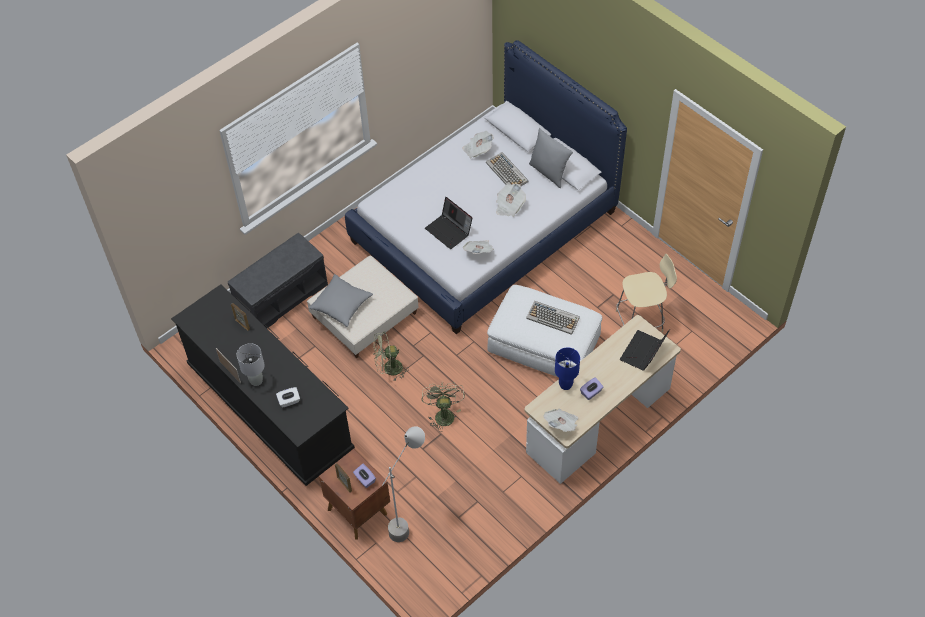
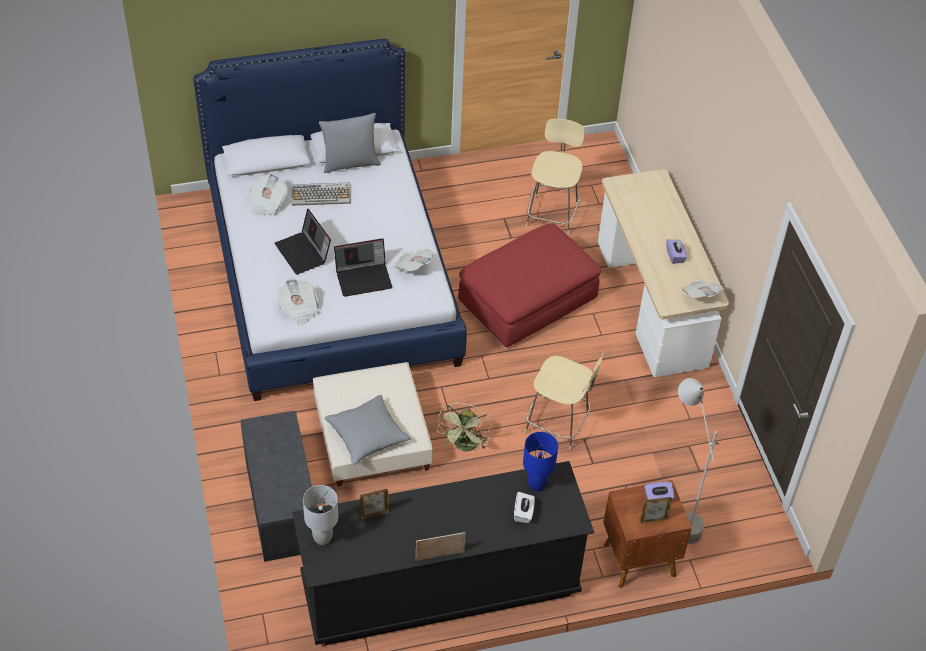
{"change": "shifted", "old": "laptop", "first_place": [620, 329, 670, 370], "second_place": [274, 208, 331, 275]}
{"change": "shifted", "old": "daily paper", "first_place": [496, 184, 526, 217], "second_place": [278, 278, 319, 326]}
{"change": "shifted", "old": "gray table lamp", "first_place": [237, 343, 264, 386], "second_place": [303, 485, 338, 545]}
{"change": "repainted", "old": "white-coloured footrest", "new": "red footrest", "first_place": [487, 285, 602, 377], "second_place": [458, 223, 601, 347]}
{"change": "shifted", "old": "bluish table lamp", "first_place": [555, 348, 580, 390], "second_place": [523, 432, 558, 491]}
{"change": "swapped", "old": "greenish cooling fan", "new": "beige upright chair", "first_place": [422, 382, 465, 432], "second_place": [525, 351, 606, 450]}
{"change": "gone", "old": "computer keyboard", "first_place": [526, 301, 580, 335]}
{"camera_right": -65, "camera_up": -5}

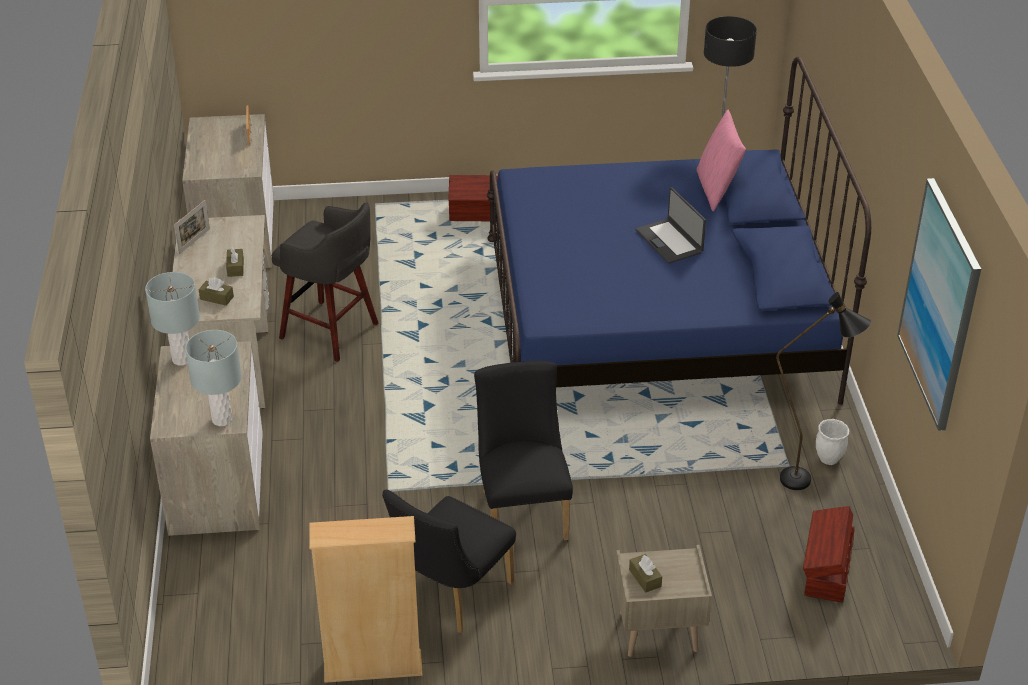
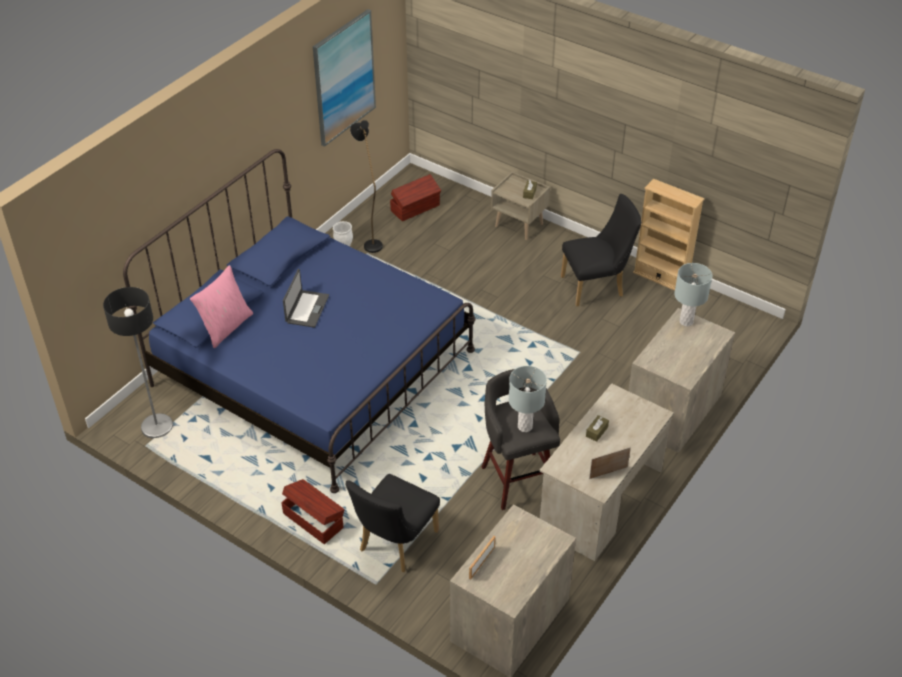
{"change": "shifted", "old": "black-coloured upright chair", "first_place": [474, 361, 573, 540], "second_place": [345, 474, 440, 572]}
{"change": "shifted", "old": "gray table lamp", "first_place": [145, 272, 200, 366], "second_place": [509, 366, 547, 432]}
{"change": "gone", "old": "brown box of tissues", "first_place": [199, 277, 234, 306]}
{"camera_right": -140, "camera_up": 5}

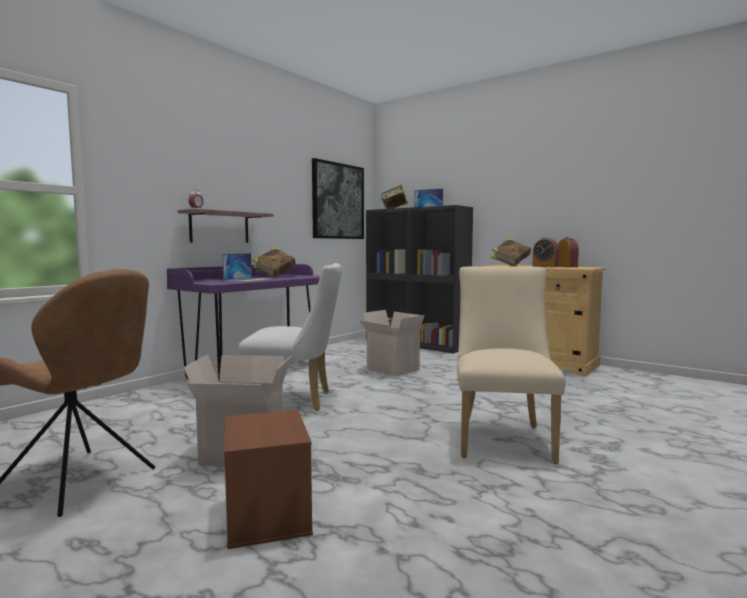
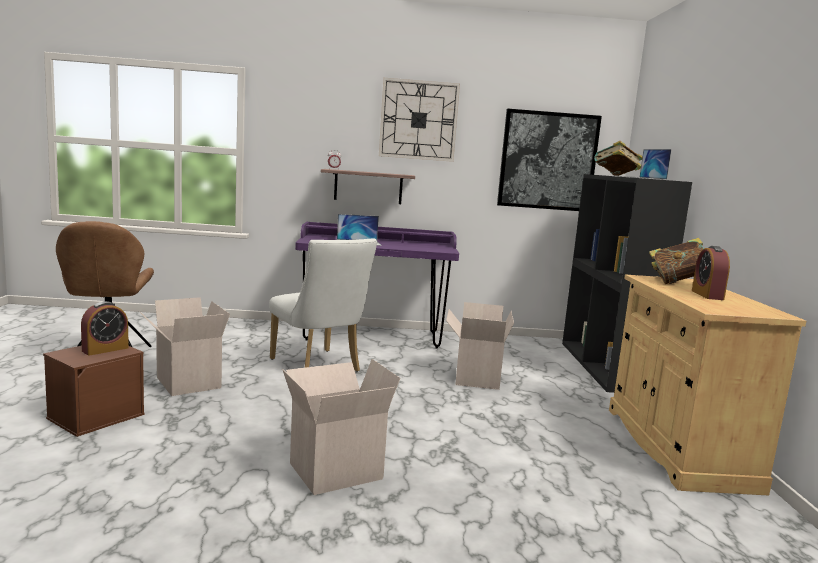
{"change": "shifted", "old": "table clock", "first_place": [558, 237, 579, 267], "second_place": [81, 301, 129, 356]}
{"change": "swapped", "old": "beige upright chair", "new": "cardboard box", "first_place": [457, 266, 566, 464], "second_place": [282, 359, 400, 495]}
{"change": "new", "new": "clock on the wall", "second_place": [379, 78, 460, 162]}
{"change": "gone", "old": "book", "first_place": [252, 247, 296, 278]}
{"camera_right": 50, "camera_up": 5}

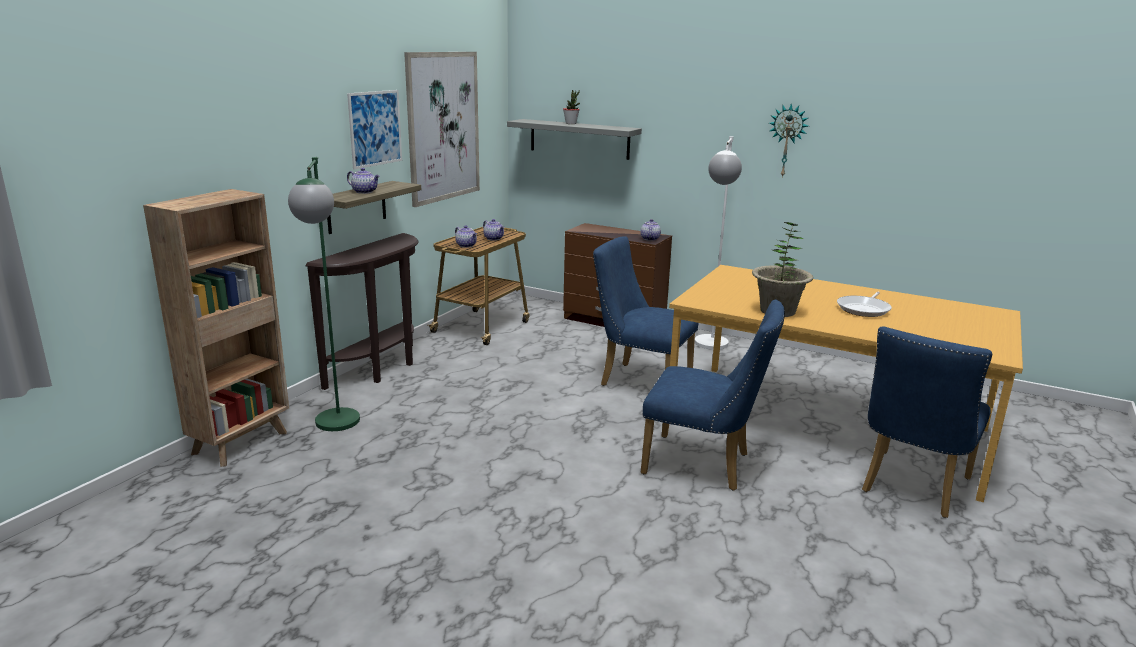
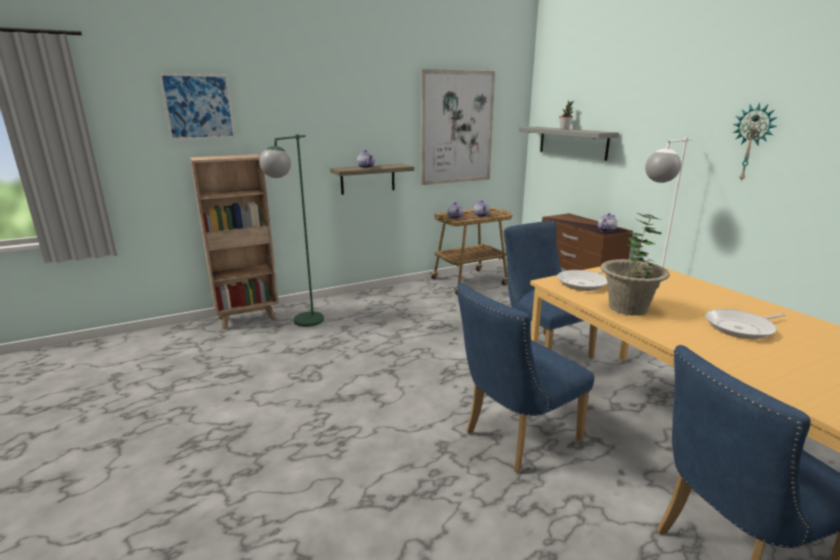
{"change": "shifted", "old": "picture", "first_place": [347, 90, 402, 170], "second_place": [159, 73, 236, 140]}
{"change": "rotated", "old": "bluish upright chair", "first_place": [641, 300, 785, 491], "second_place": [456, 283, 594, 473], "degrees": 90}
{"change": "new", "new": "pan", "second_place": [557, 270, 608, 291]}
{"change": "gone", "old": "brown console table", "first_place": [305, 233, 418, 390]}
{"camera_right": 35, "camera_up": 0}

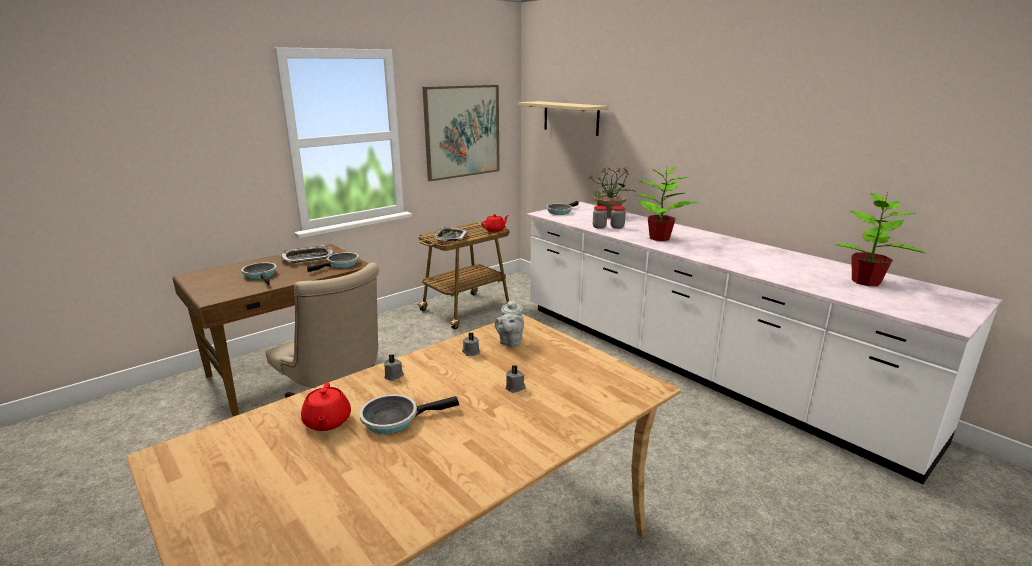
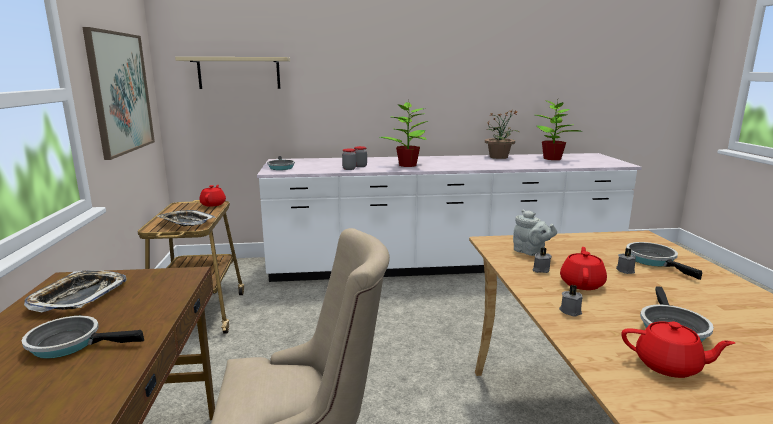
{"change": "shifted", "old": "houseplant", "first_place": [589, 167, 634, 218], "second_place": [485, 110, 520, 159]}
{"change": "new", "new": "red pot for tea", "second_place": [560, 247, 607, 290]}
{"change": "shifted", "old": "pan", "first_place": [307, 252, 359, 272], "second_place": [626, 242, 702, 280]}
{"camera_right": -55, "camera_up": -5}

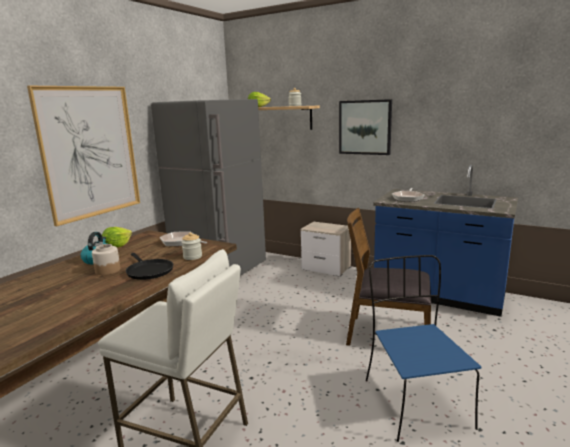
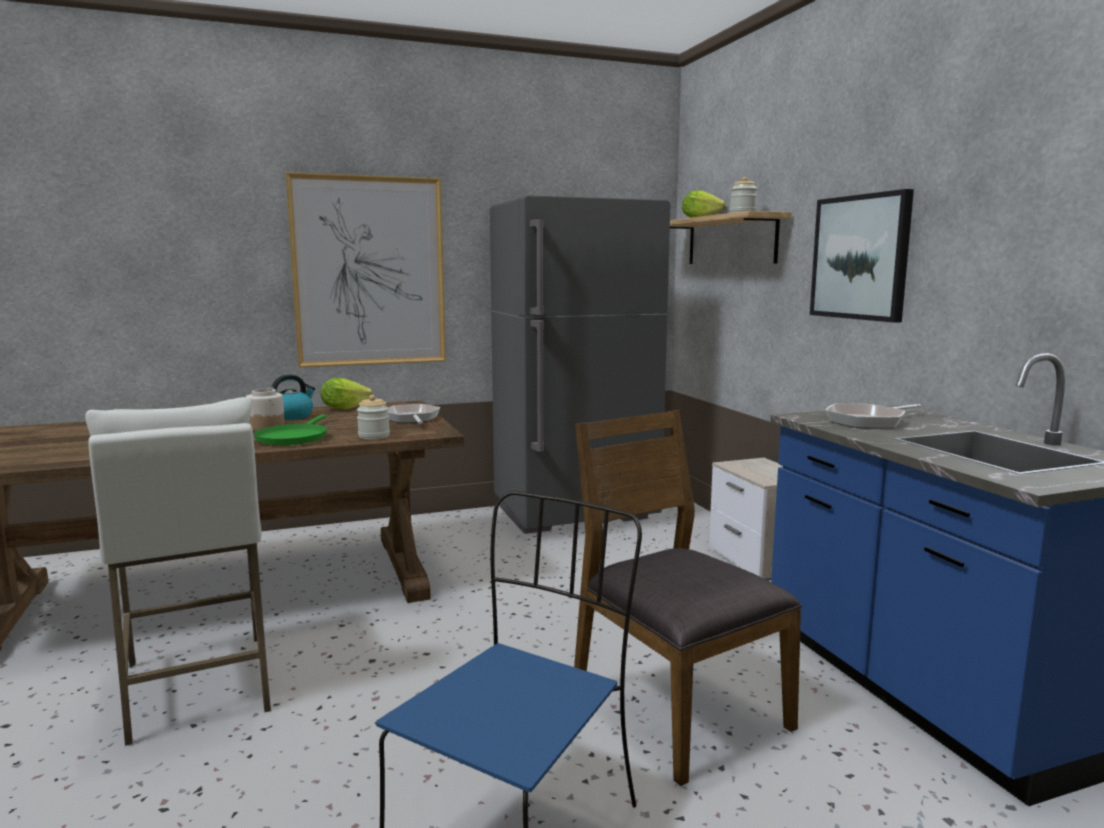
{"change": "repainted", "old": "black-coloured pan", "new": "greenish pan", "first_place": [126, 253, 173, 280], "second_place": [253, 415, 327, 445]}
{"camera_right": 40, "camera_up": -5}

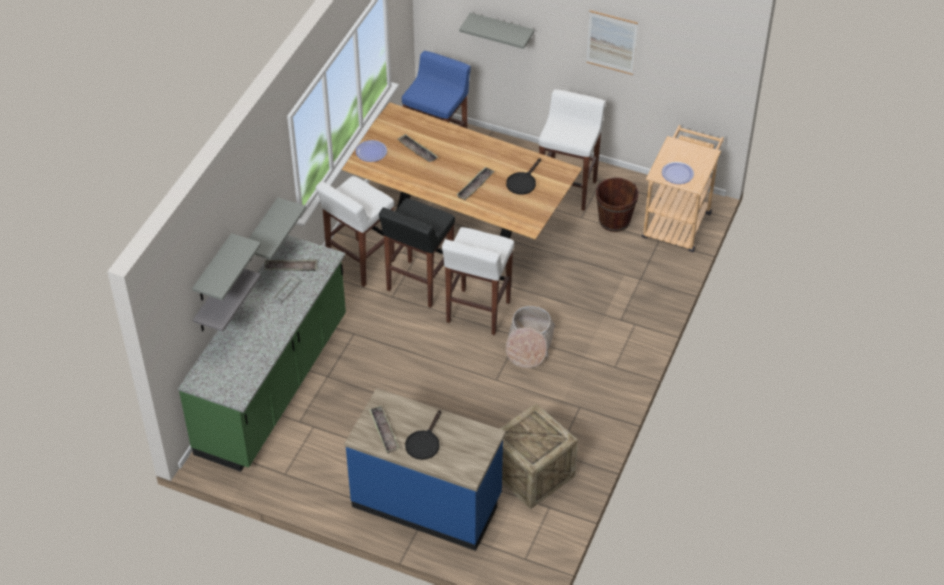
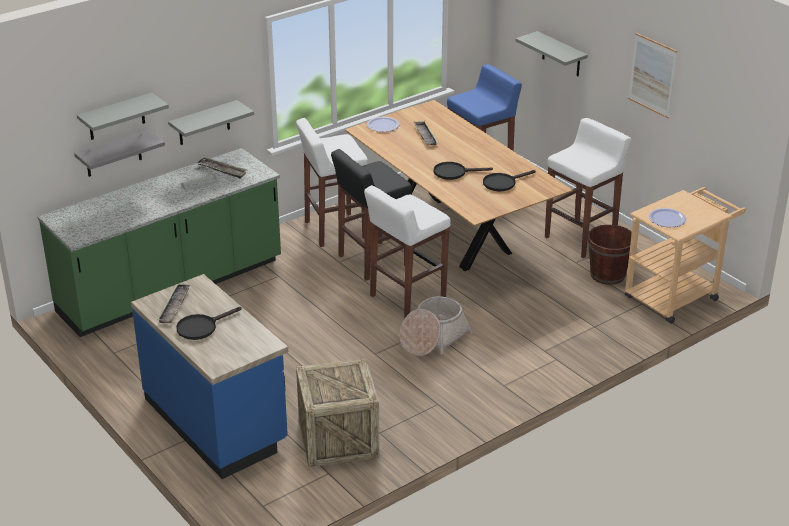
{"change": "swapped", "old": "serving tray", "new": "black-coloured pan", "first_place": [457, 167, 494, 200], "second_place": [434, 162, 493, 180]}
{"camera_right": 30, "camera_up": -15}

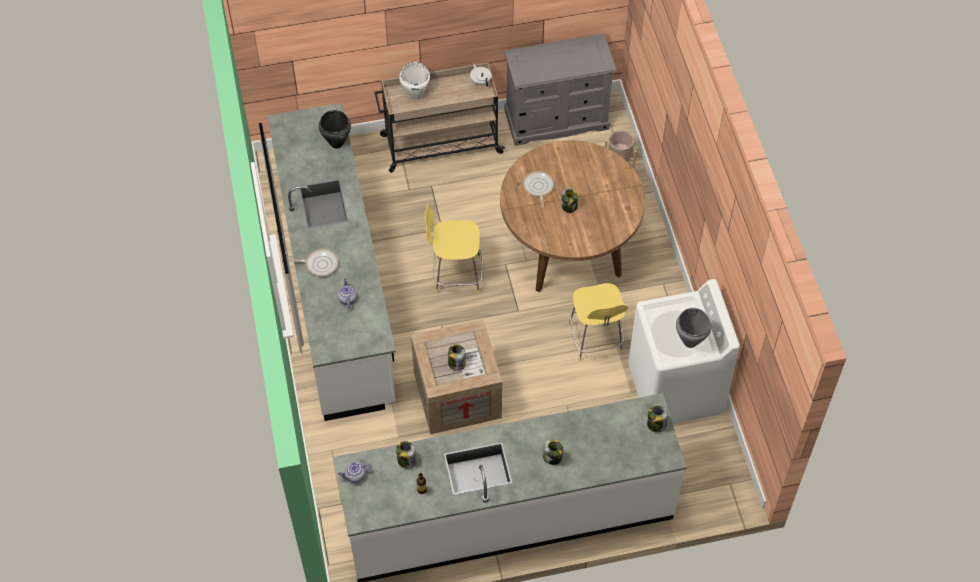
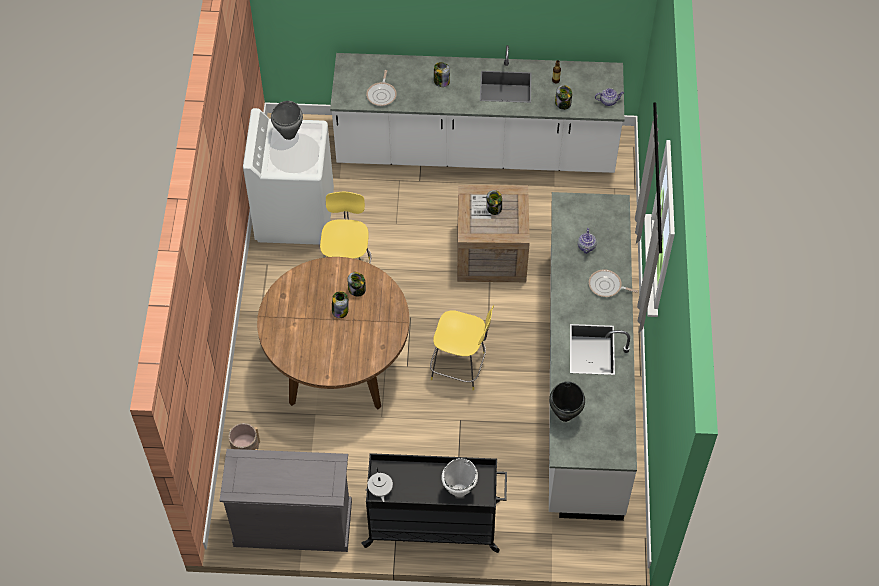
{"change": "shifted", "old": "preserve jar", "first_place": [647, 406, 668, 433], "second_place": [348, 272, 366, 297]}
{"change": "repainted", "old": "beige cart", "new": "black-coloured cart", "first_place": [375, 62, 505, 173], "second_place": [362, 453, 507, 553]}
{"change": "shifted", "old": "pan", "first_place": [523, 171, 554, 209], "second_place": [366, 70, 397, 106]}
{"camera_right": -165, "camera_up": 0}

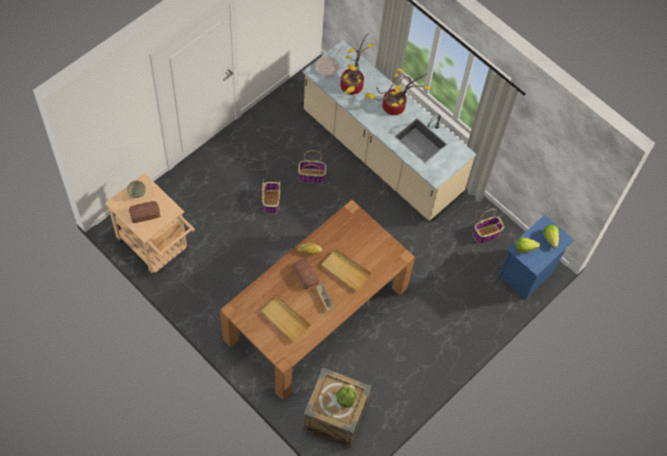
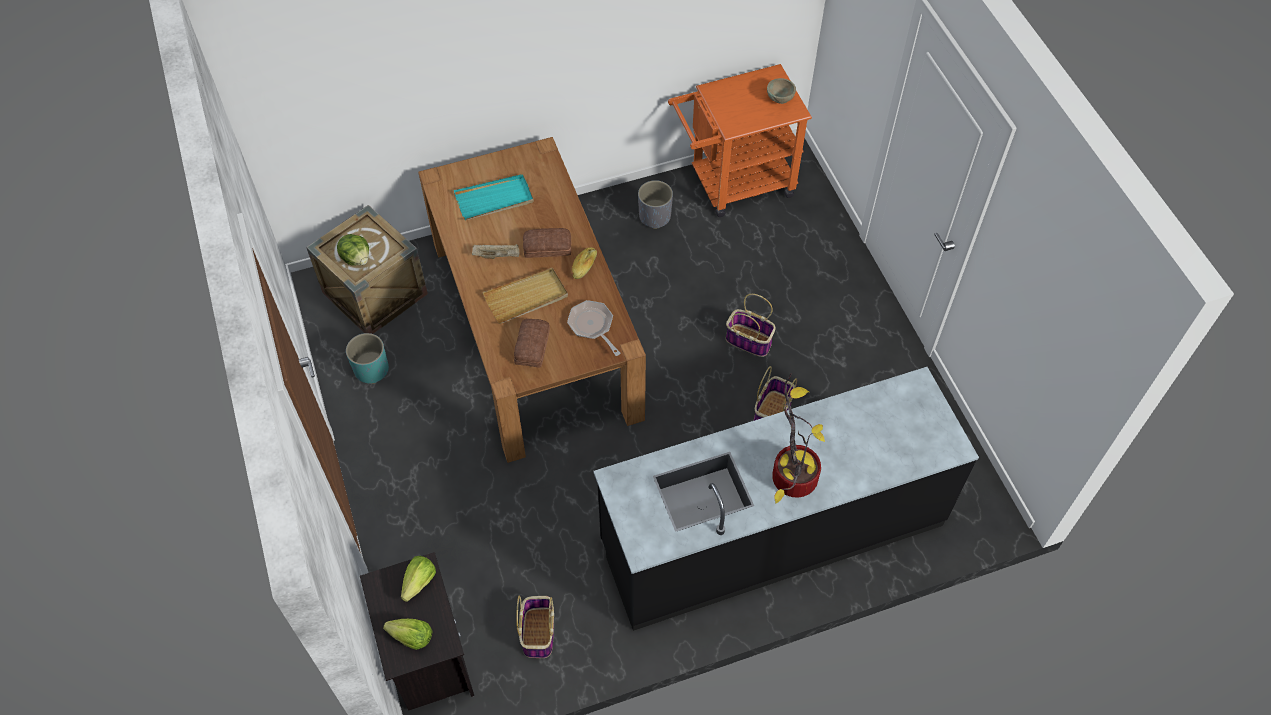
{"change": "new", "new": "turquoise-coloured planter", "second_place": [346, 333, 389, 384]}
{"change": "repainted", "old": "bluish bedside table", "new": "black-coloured bedside table", "first_place": [497, 215, 574, 299], "second_place": [360, 552, 474, 710]}
{"change": "repainted", "old": "beige serving tray", "new": "turquoise-coloured serving tray", "first_place": [261, 296, 310, 342], "second_place": [454, 174, 534, 220]}
{"change": "shifted", "old": "bakery bread", "first_place": [129, 201, 160, 223], "second_place": [514, 319, 550, 367]}
{"change": "shifted", "old": "pan", "first_place": [315, 46, 344, 77], "second_place": [567, 300, 621, 356]}
{"change": "repainted", "old": "beige counter", "new": "black-coloured counter", "first_place": [302, 40, 476, 221], "second_place": [593, 367, 979, 631]}
{"change": "new", "new": "gray planter", "second_place": [638, 180, 673, 229]}
{"change": "repainted", "old": "beige cart", "new": "orange cart", "first_place": [105, 173, 195, 276], "second_place": [668, 64, 812, 217]}
{"change": "gone", "old": "houseplant", "first_place": [340, 33, 373, 95]}
{"camera_right": 120, "camera_up": -5}

